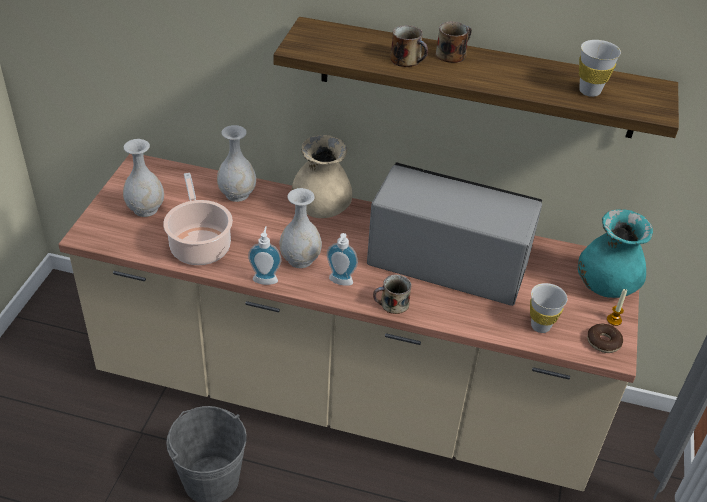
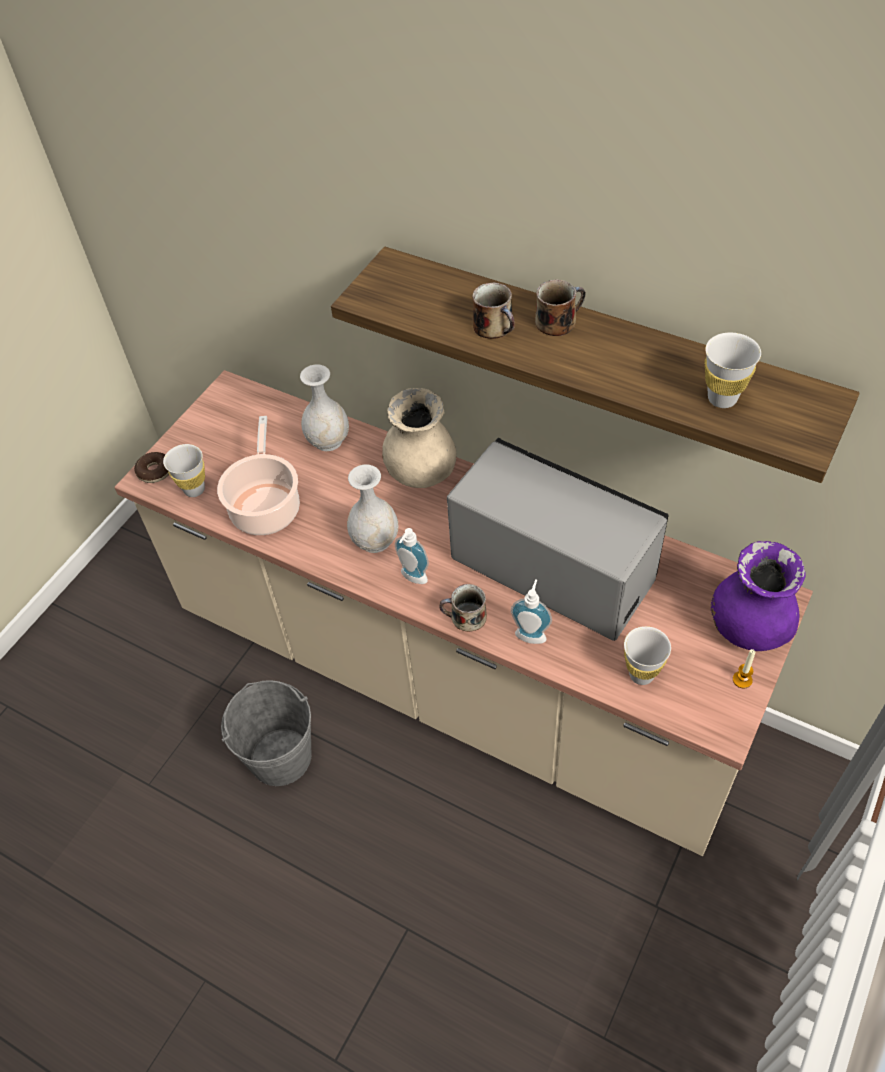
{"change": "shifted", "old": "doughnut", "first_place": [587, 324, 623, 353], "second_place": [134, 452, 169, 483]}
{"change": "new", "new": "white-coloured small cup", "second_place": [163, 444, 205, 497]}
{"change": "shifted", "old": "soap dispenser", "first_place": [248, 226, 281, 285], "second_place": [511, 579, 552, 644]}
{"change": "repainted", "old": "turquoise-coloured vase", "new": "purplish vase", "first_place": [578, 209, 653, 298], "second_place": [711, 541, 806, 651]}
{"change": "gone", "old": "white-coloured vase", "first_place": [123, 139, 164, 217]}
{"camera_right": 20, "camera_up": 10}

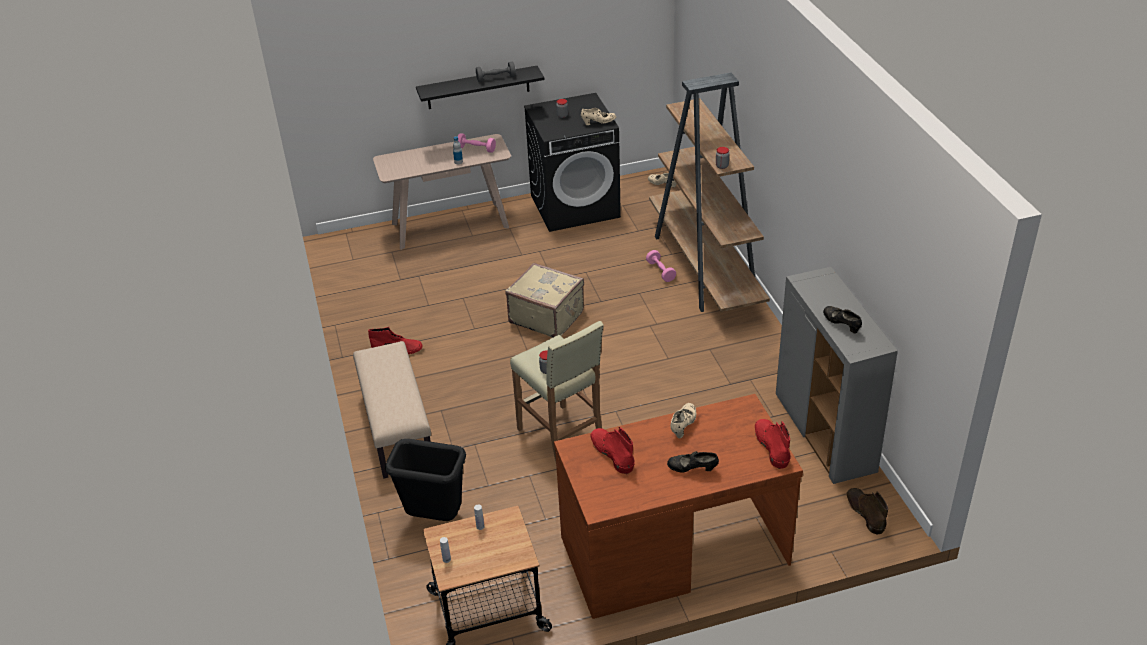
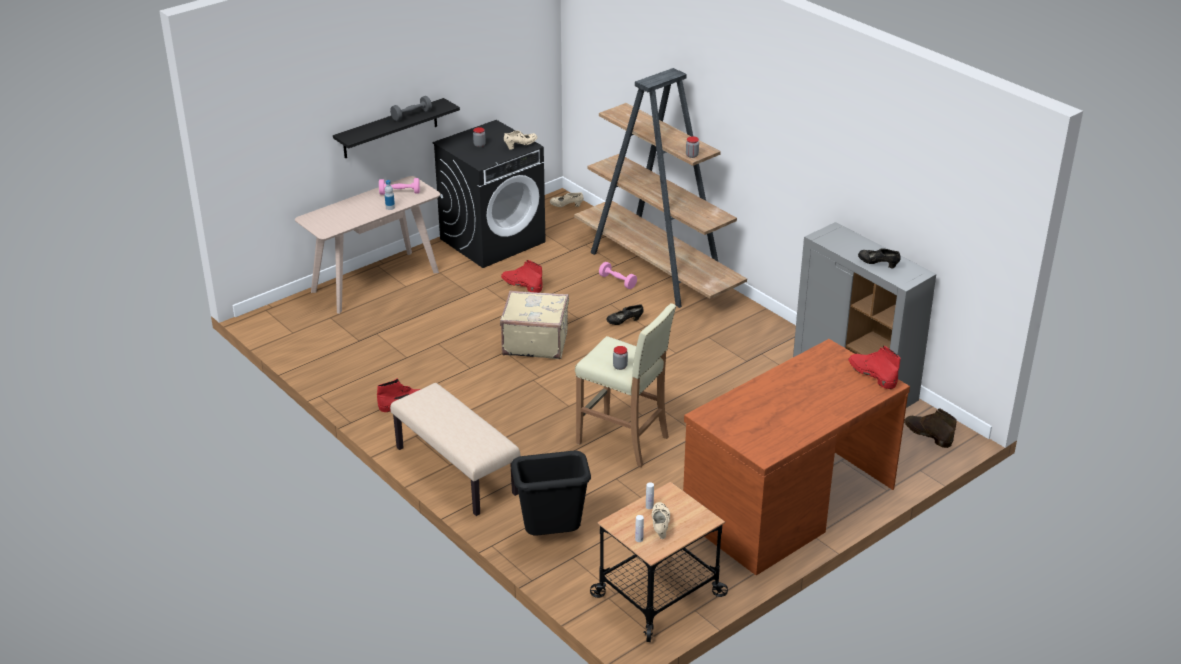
{"change": "shifted", "old": "red tall boot", "first_place": [590, 427, 635, 474], "second_place": [501, 260, 543, 293]}
{"change": "shifted", "old": "black-coloured item of footwear", "first_place": [667, 451, 719, 473], "second_place": [606, 304, 644, 325]}
{"change": "shifted", "old": "beige item of footwear", "first_place": [671, 403, 696, 438], "second_place": [652, 502, 670, 539]}
{"camera_right": -25, "camera_up": -5}

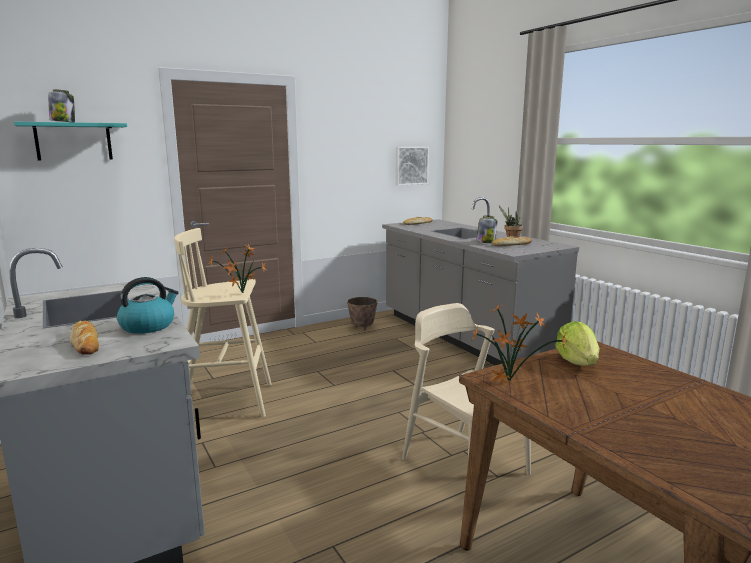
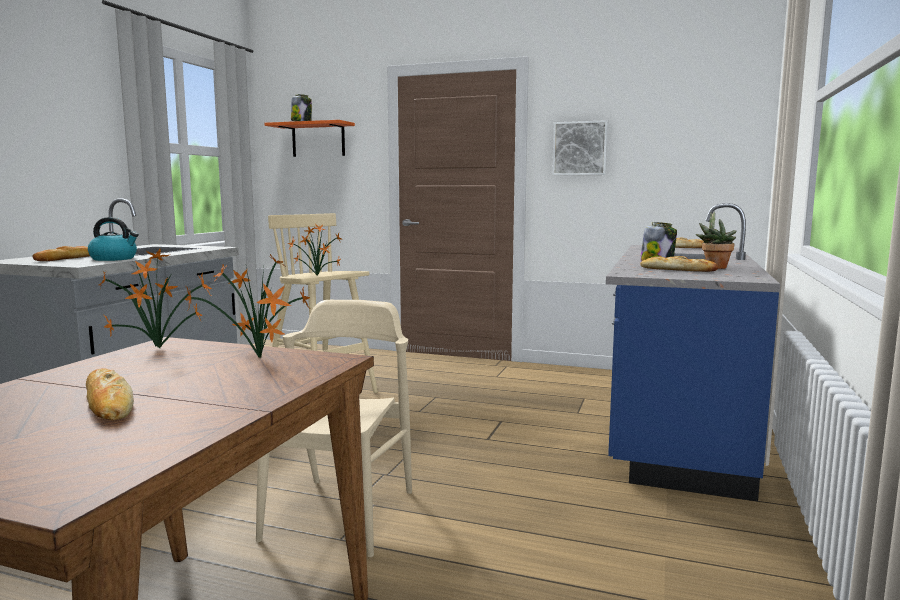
{"change": "new", "new": "bakery bread", "second_place": [86, 368, 134, 420]}
{"change": "swapped", "old": "lettuce head", "new": "houseplant", "first_place": [555, 321, 599, 366], "second_place": [184, 254, 310, 358]}
{"change": "repainted", "old": "turquoise-coloured wall shelf", "new": "orange wall shelf", "first_place": [14, 122, 127, 161], "second_place": [264, 120, 355, 157]}
{"change": "shifted", "old": "picture", "first_place": [395, 147, 429, 186], "second_place": [552, 120, 608, 175]}
{"change": "repainted", "old": "gray counter", "new": "bluish counter", "first_place": [382, 197, 579, 365], "second_place": [606, 203, 780, 501]}
{"change": "gone", "old": "planter", "first_place": [347, 297, 378, 330]}
{"camera_right": 50, "camera_up": -5}

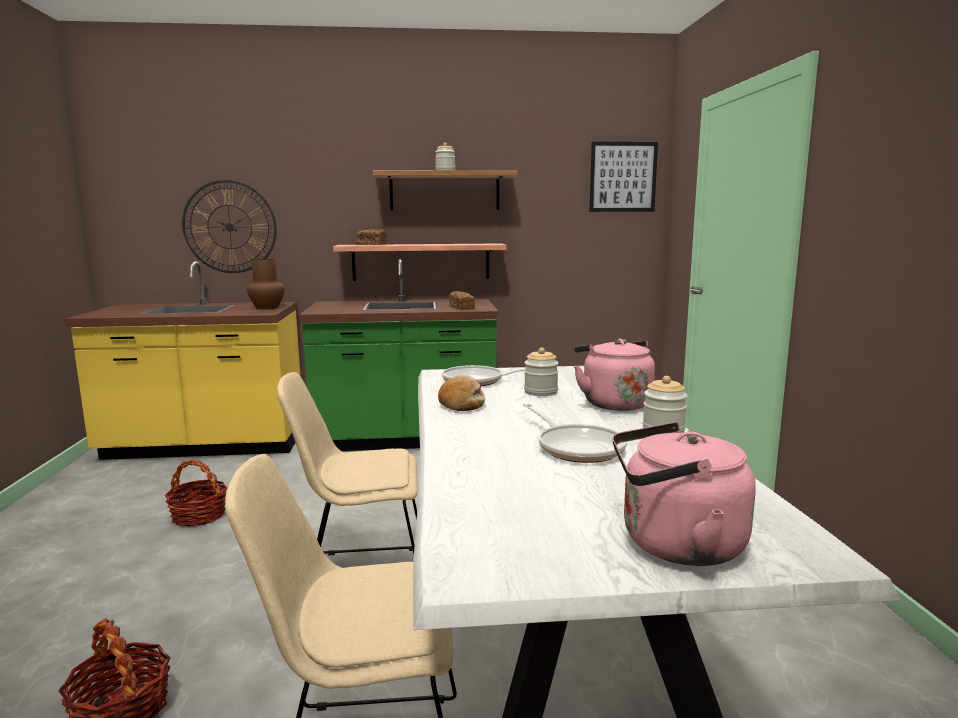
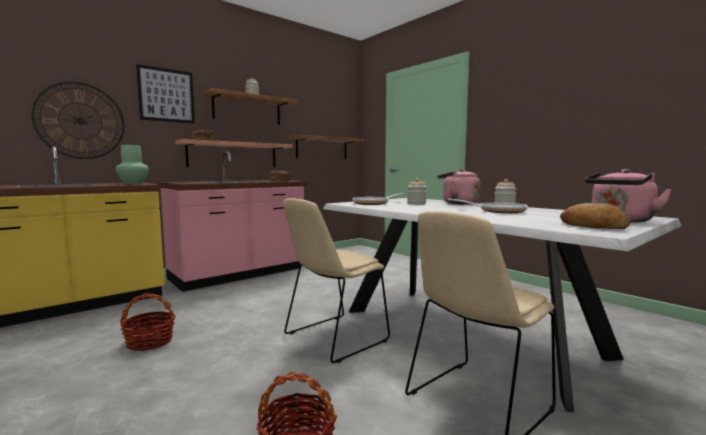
{"change": "repainted", "old": "brown vase", "new": "greenish vase", "first_place": [247, 259, 285, 309], "second_place": [116, 145, 149, 184]}
{"change": "shifted", "old": "picture", "first_place": [589, 142, 658, 212], "second_place": [136, 64, 195, 124]}
{"change": "repainted", "old": "greenish counter", "new": "pink-coloured counter", "first_place": [299, 259, 499, 451], "second_place": [159, 151, 307, 292]}
{"change": "new", "new": "wall shelf", "second_place": [289, 135, 364, 159]}
{"change": "shifted", "old": "bakery bread", "first_place": [438, 375, 486, 411], "second_place": [560, 203, 630, 229]}
{"camera_right": -35, "camera_up": -5}

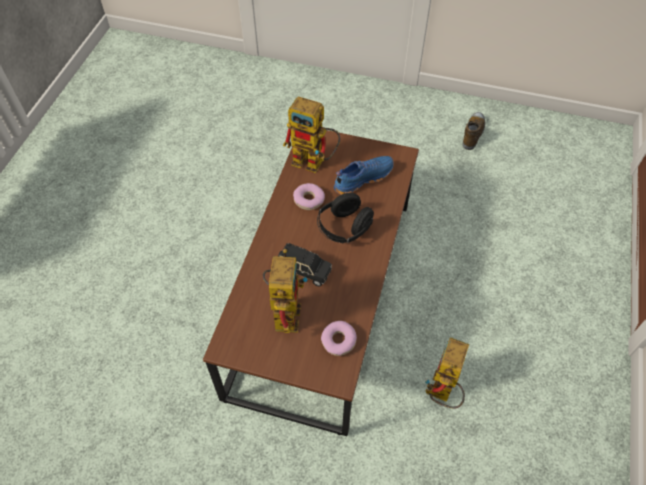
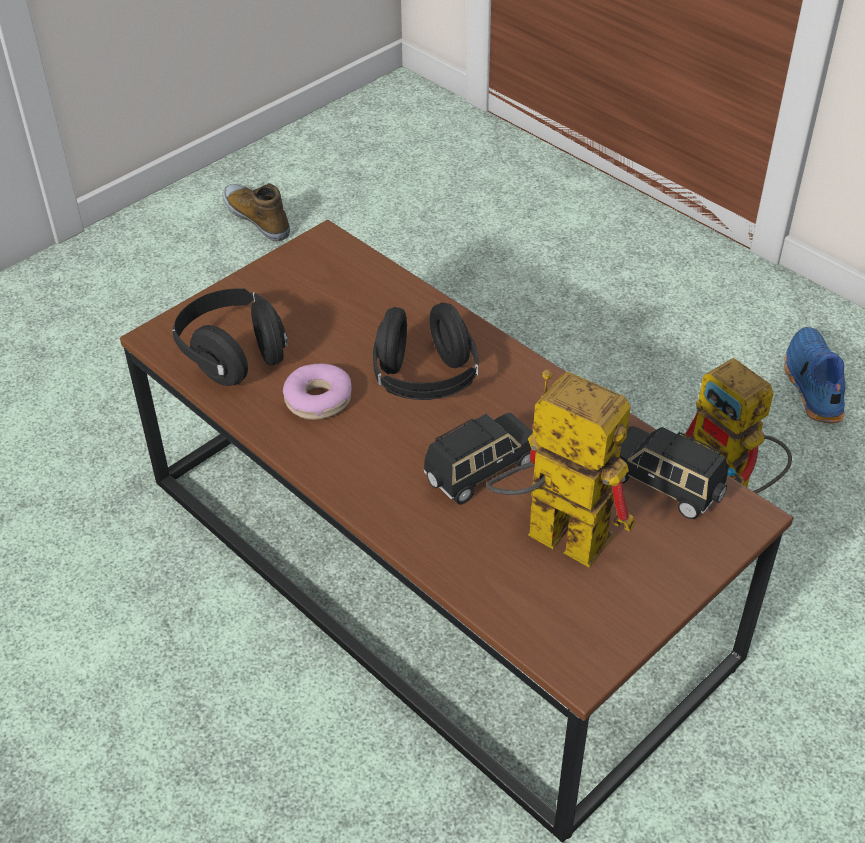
{"change": "swapped", "old": "toy robot", "new": "black-coloured pair of headphones", "first_place": [283, 96, 340, 173], "second_place": [172, 288, 289, 386]}
{"change": "swapped", "old": "doughnut", "new": "black-coloured model car", "first_place": [321, 321, 357, 356], "second_place": [620, 426, 728, 519]}
{"change": "shifted", "old": "bluish item of footwear", "first_place": [334, 156, 394, 195], "second_place": [784, 327, 846, 423]}
{"camera_right": -60, "camera_up": -10}

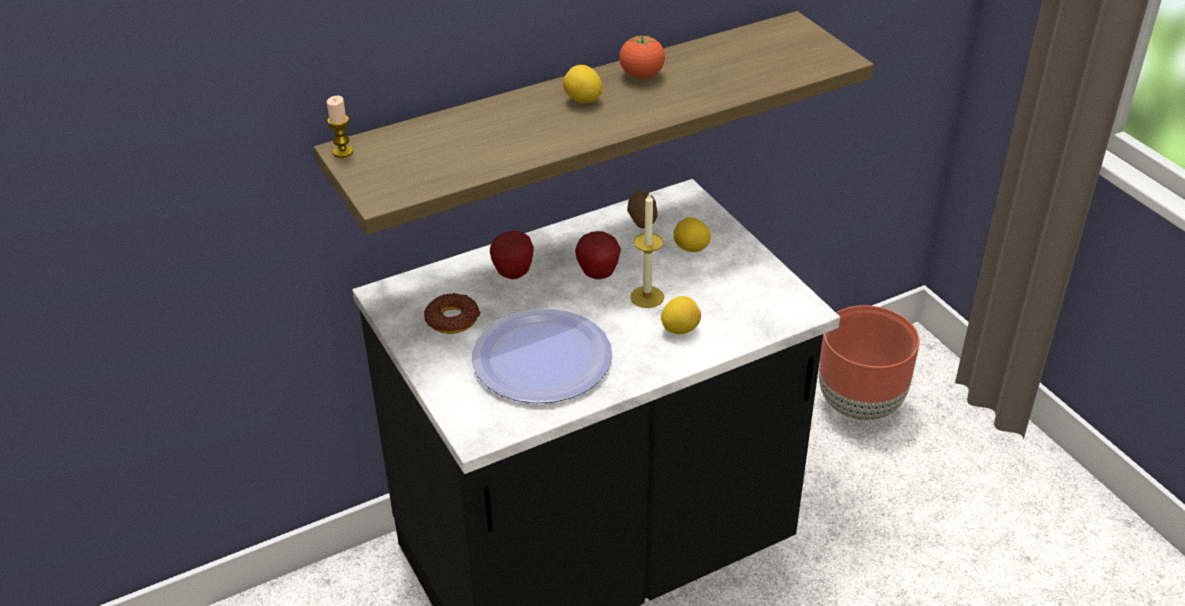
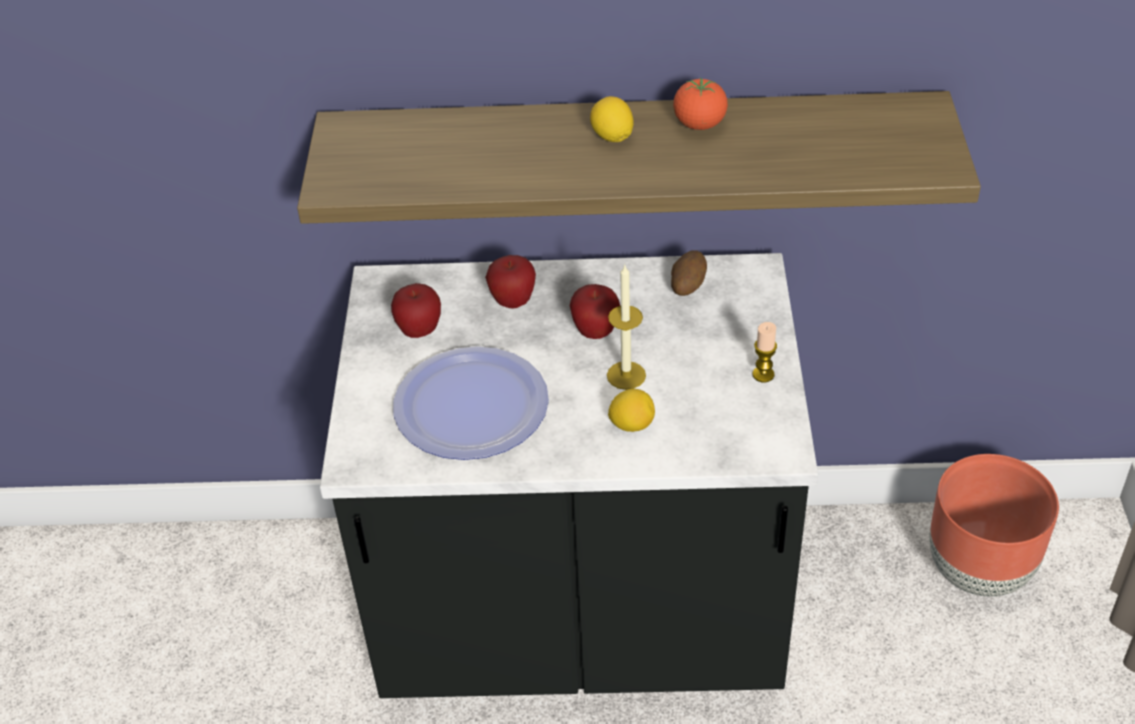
{"change": "swapped", "old": "doughnut", "new": "apple", "first_place": [424, 293, 480, 334], "second_place": [391, 283, 441, 338]}
{"change": "shifted", "old": "wax light", "first_place": [327, 96, 353, 158], "second_place": [753, 322, 777, 382]}
{"change": "gone", "old": "lemon", "first_place": [673, 217, 711, 252]}
{"camera_right": 30, "camera_up": 5}

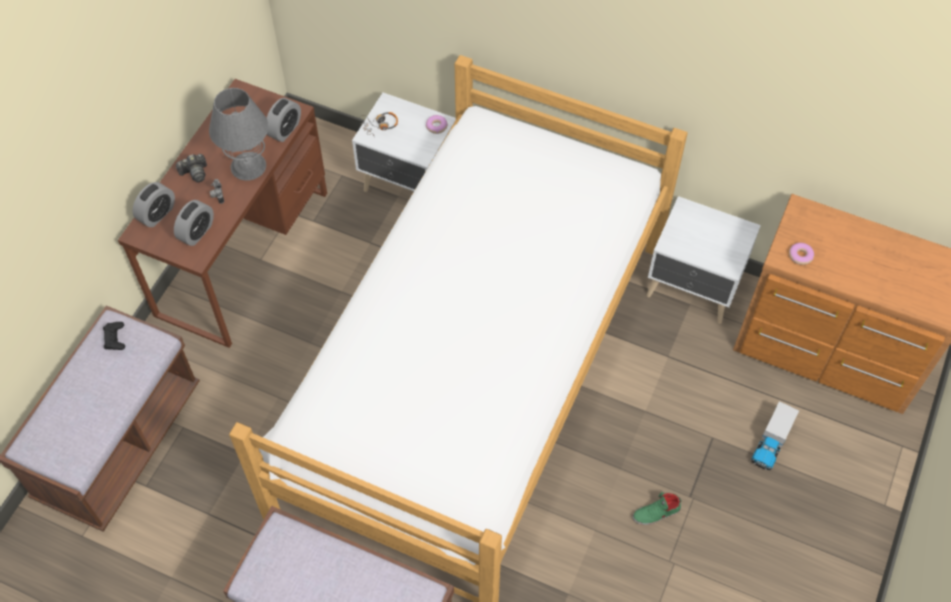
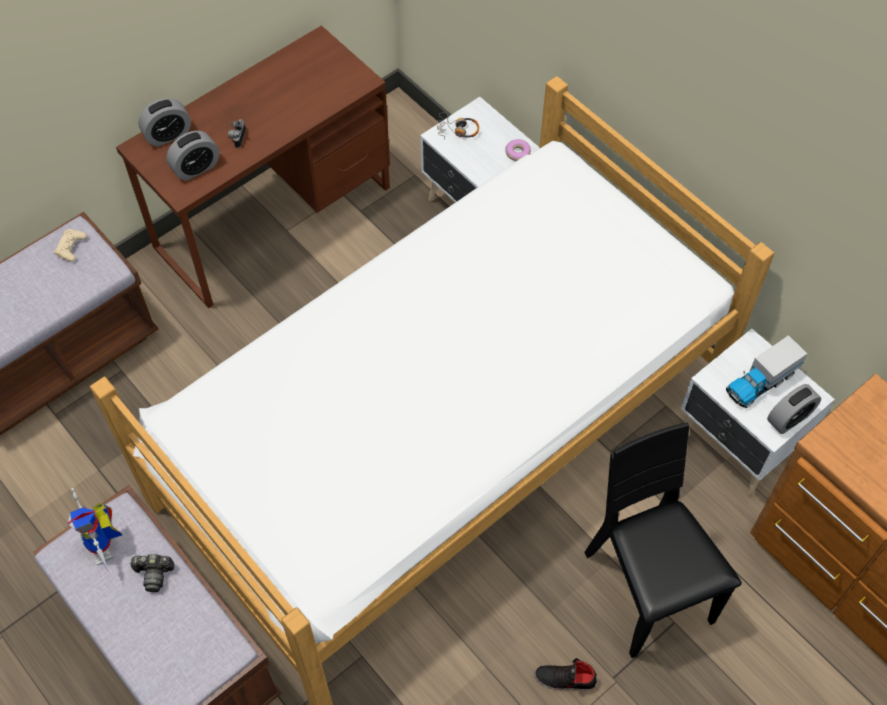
{"change": "repainted", "old": "black-coloured gamepad", "new": "beige gamepad", "first_place": [103, 322, 125, 350], "second_place": [54, 229, 87, 262]}
{"change": "new", "new": "toy robot", "second_place": [68, 488, 122, 572]}
{"change": "shifted", "old": "still camera", "first_place": [176, 154, 207, 182], "second_place": [130, 554, 174, 592]}
{"change": "repainted", "old": "greenish item of footwear", "new": "black-coloured item of footwear", "first_place": [632, 492, 681, 525], "second_place": [534, 658, 597, 690]}
{"change": "new", "new": "black-coloured upright chair", "second_place": [584, 422, 742, 658]}
{"change": "shifted", "old": "toy lorry", "first_place": [751, 401, 799, 470], "second_place": [726, 335, 807, 408]}
{"change": "shifted", "old": "table clock", "first_place": [267, 98, 301, 142], "second_place": [767, 384, 821, 434]}
{"change": "gone", "old": "gray table lamp", "first_place": [209, 88, 268, 181]}
{"change": "gone", "old": "doughnut", "first_place": [789, 243, 814, 265]}
{"camera_right": 25, "camera_up": 0}

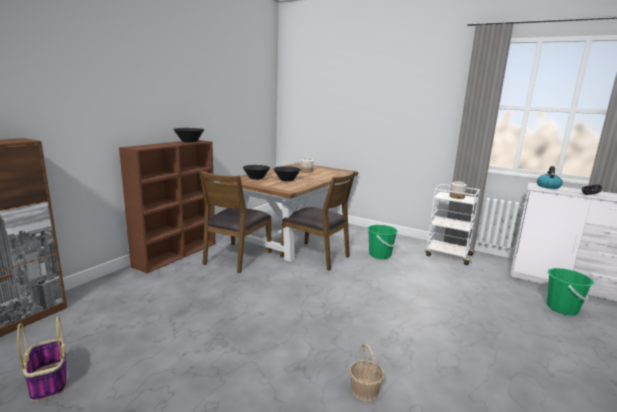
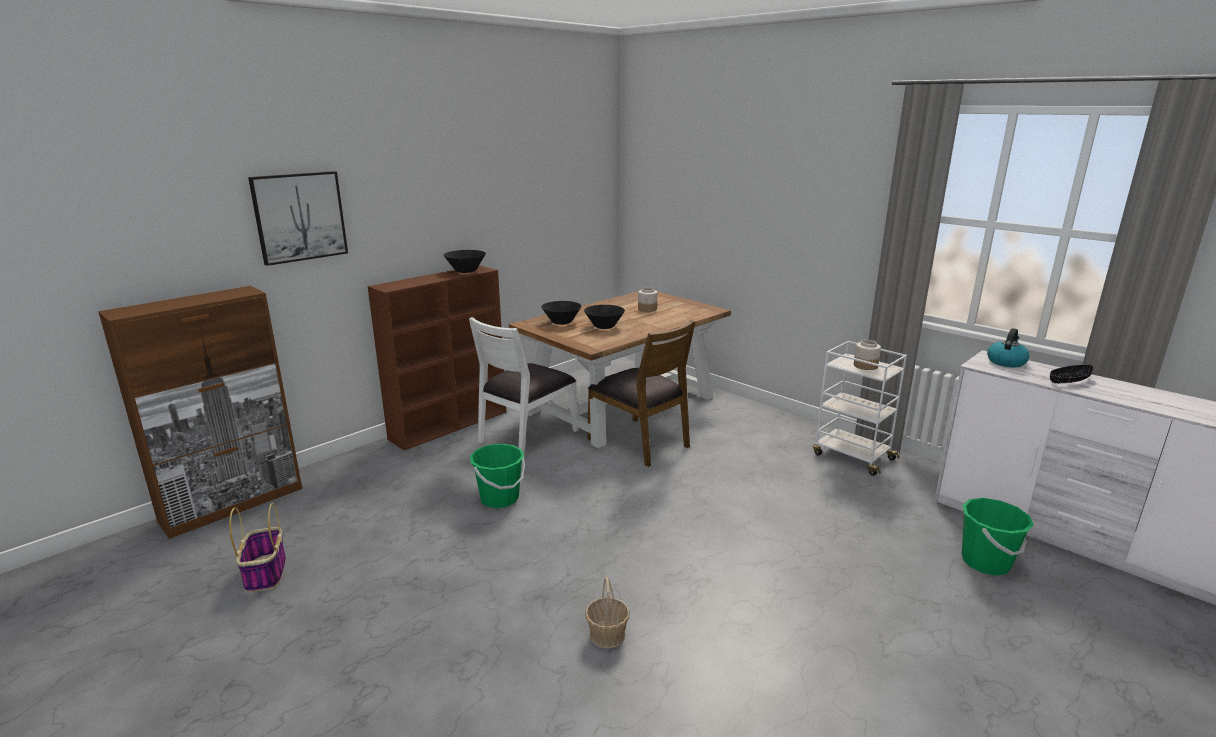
{"change": "new", "new": "picture", "second_place": [248, 171, 348, 266]}
{"change": "repainted", "old": "brown upright chair", "new": "white-coloured upright chair", "first_place": [199, 171, 272, 273], "second_place": [469, 317, 579, 455]}
{"change": "shifted", "old": "greenish pail", "first_place": [368, 225, 398, 259], "second_place": [470, 444, 525, 508]}
{"camera_right": 15, "camera_up": 5}

